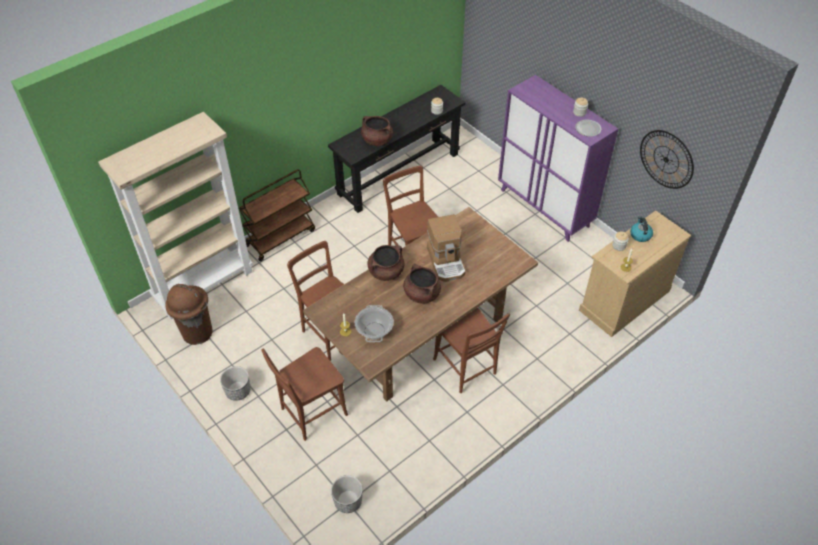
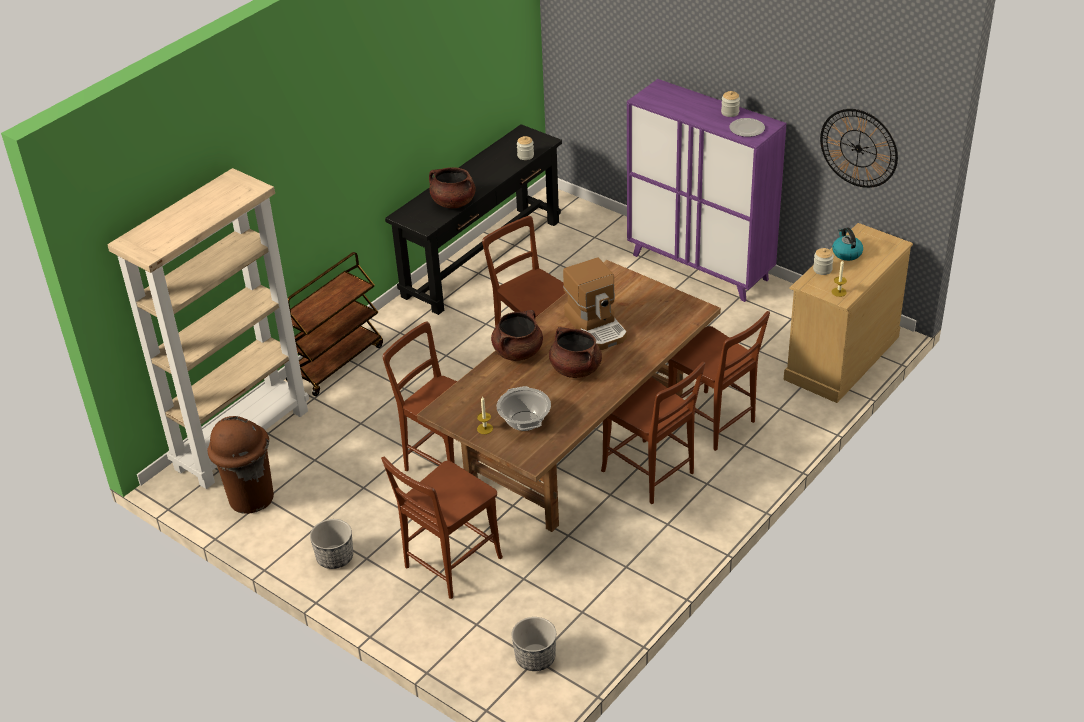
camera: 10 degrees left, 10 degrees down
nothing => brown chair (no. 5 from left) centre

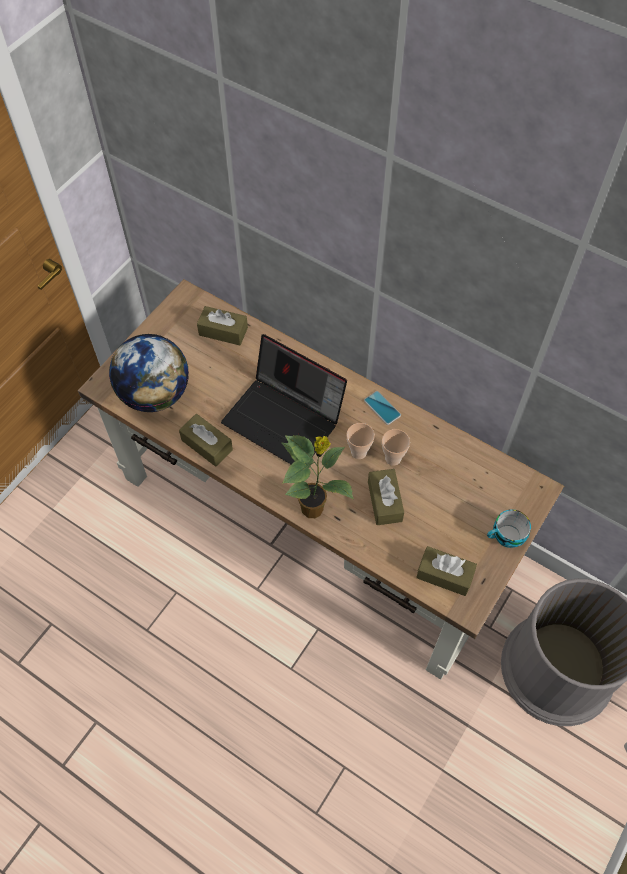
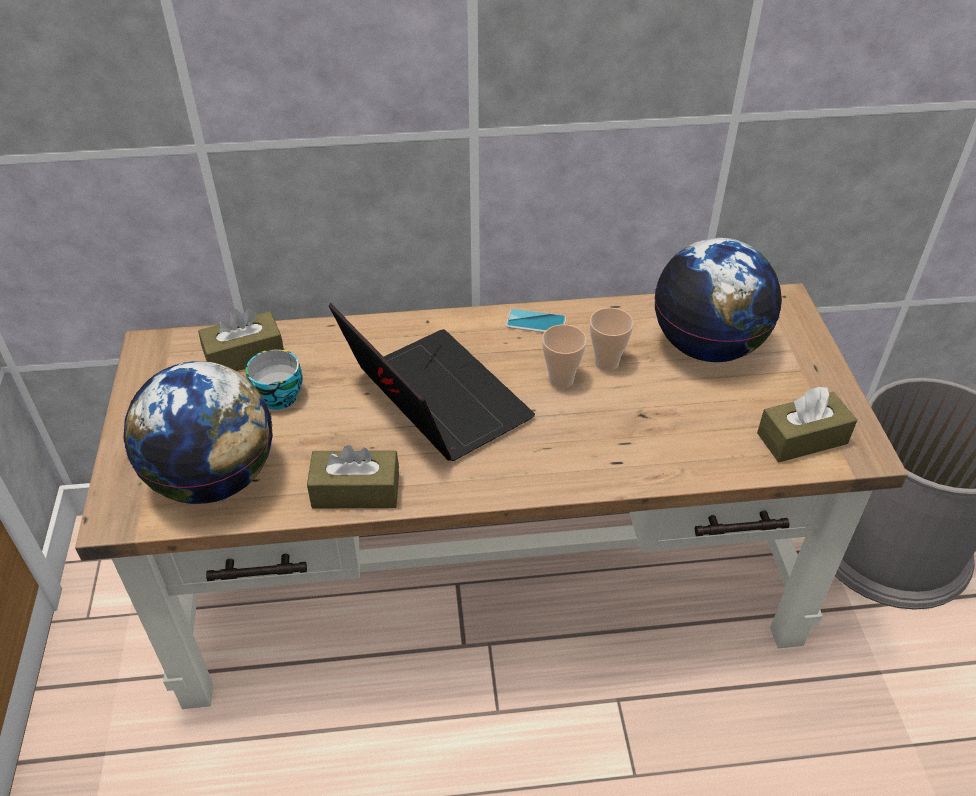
camera: 40 degrees left, 15 degrees down
cup (no. 3 from left in the first image) middle right => cup (no. 1 from left) middle left, shifted
laptop centre, 120 degrees counterclockwise
nothing => globe (no. 2 from left) middle right
potted plant centre => nothing
brown tissue box (no. 3 from left) centre => nothing

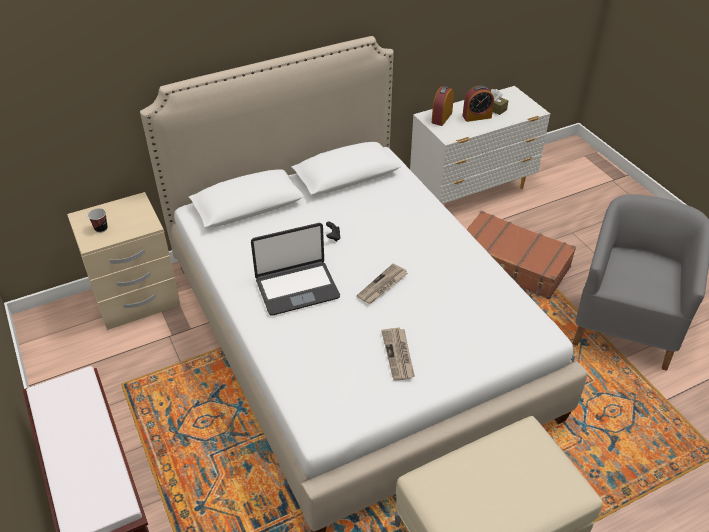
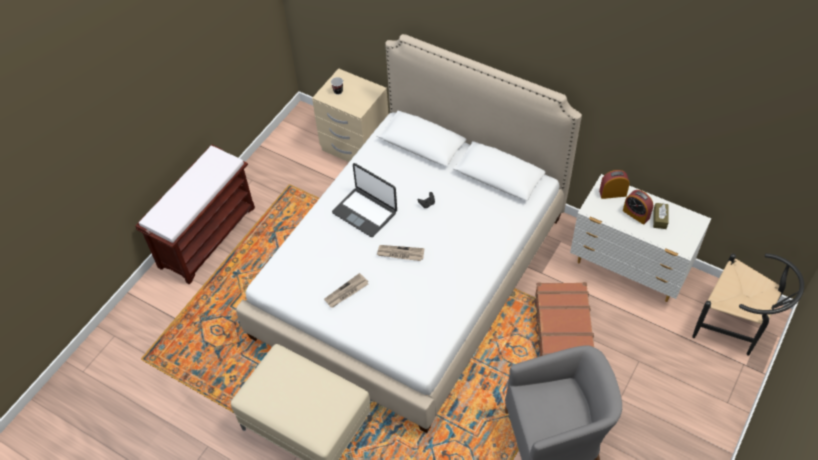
camera: 60 degrees right, 10 degrees up
nothing => black chair middle right

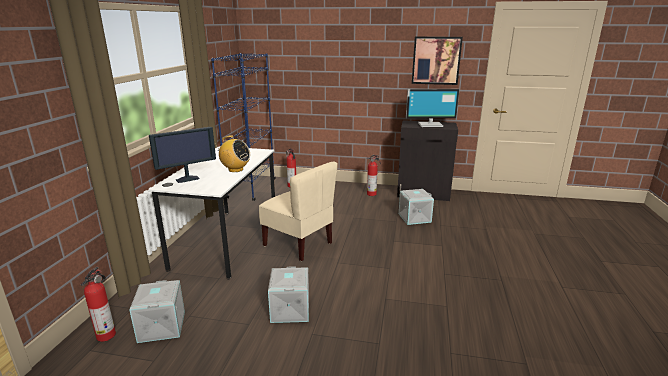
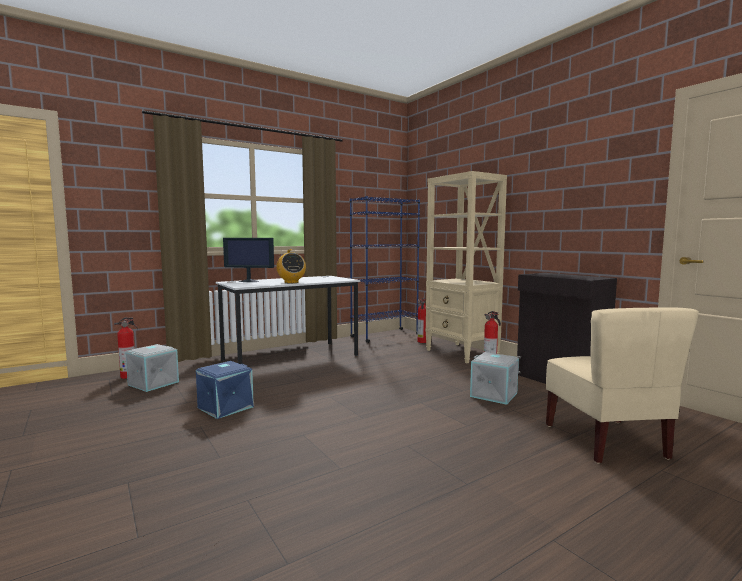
camera: 45 degrees right, 15 degrees down
grey storage box (no. 2 from left) bottom centre => blue storage box bottom left
nothing => beige bookcase centre
beige chair centre => beige chair middle right, shifted
monitor (no. 2 from left) top centre => nothing
picture top centre => nothing

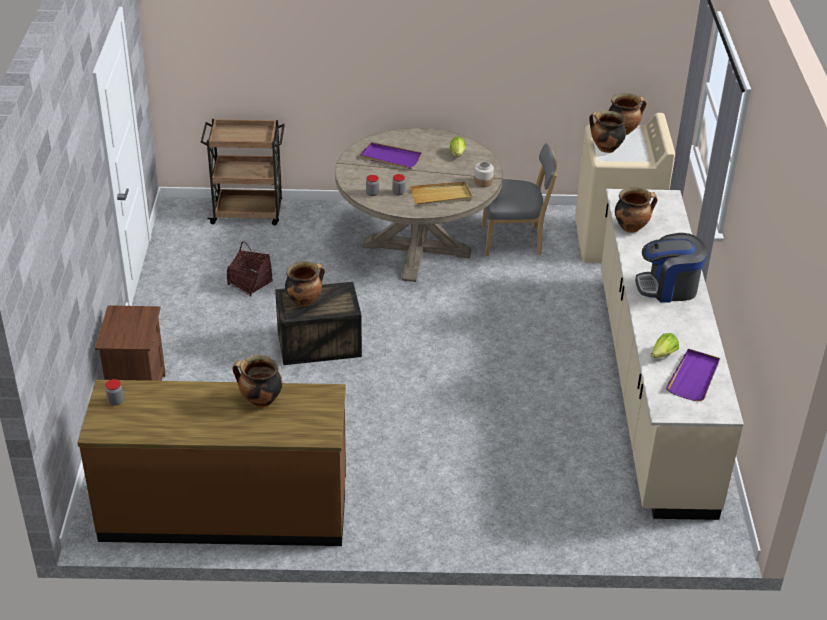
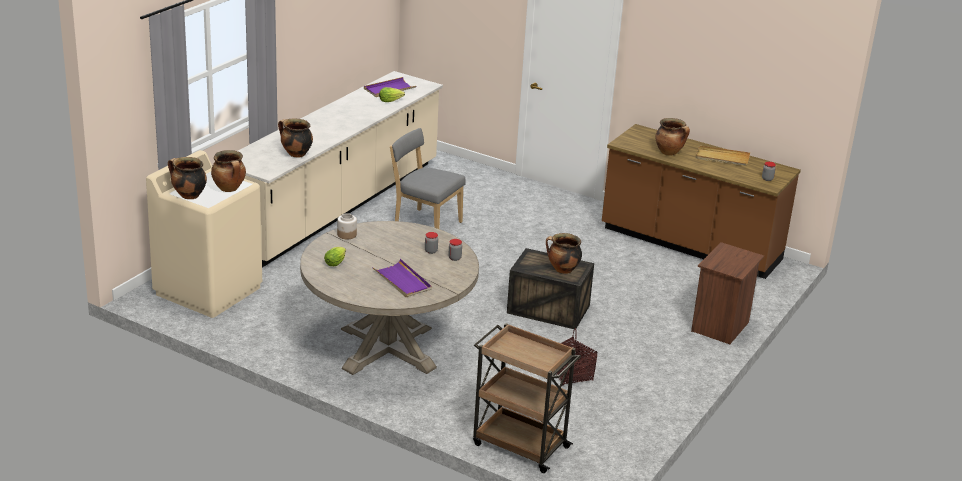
camera: 150 degrees left, 10 degrees down
grey chair top centre => grey chair centre, shifted
beige tray top centre => beige tray top right, shifted
coffee machine middle right => nothing

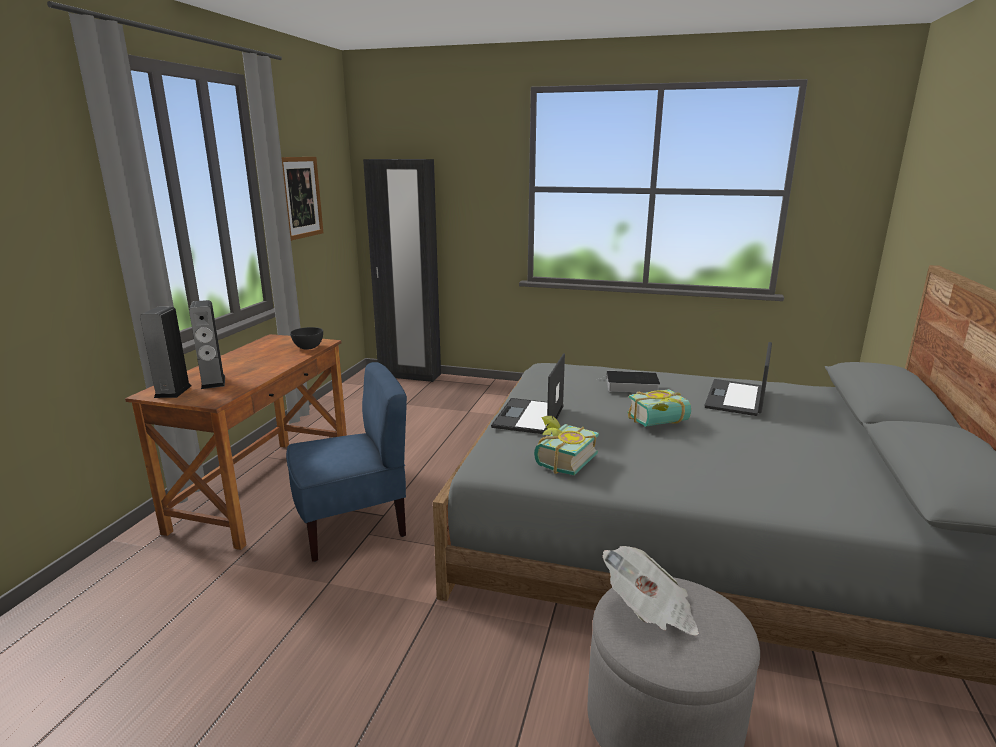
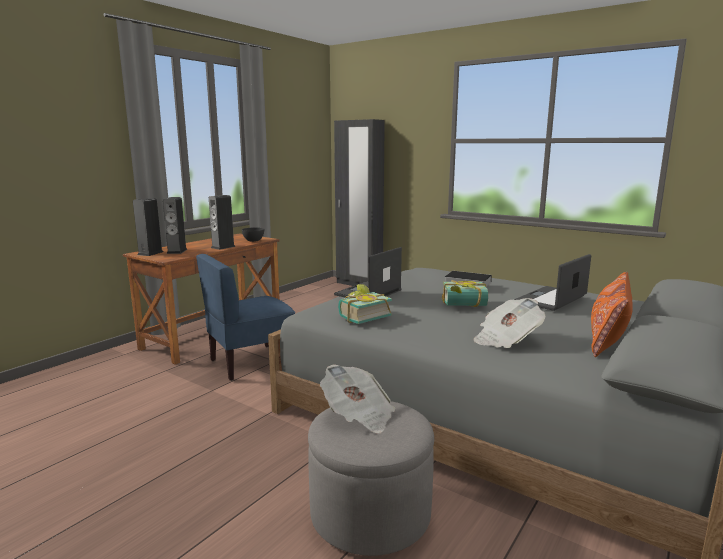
camera: 20 degrees right, 5 degrees down
blue chair centre, 150 degrees clockwise
nothing => speaker (no. 3 from left) middle left
nothing => newspaper (no. 2 from left) middle right
nothing => orange pillow middle right
picture top left => nothing

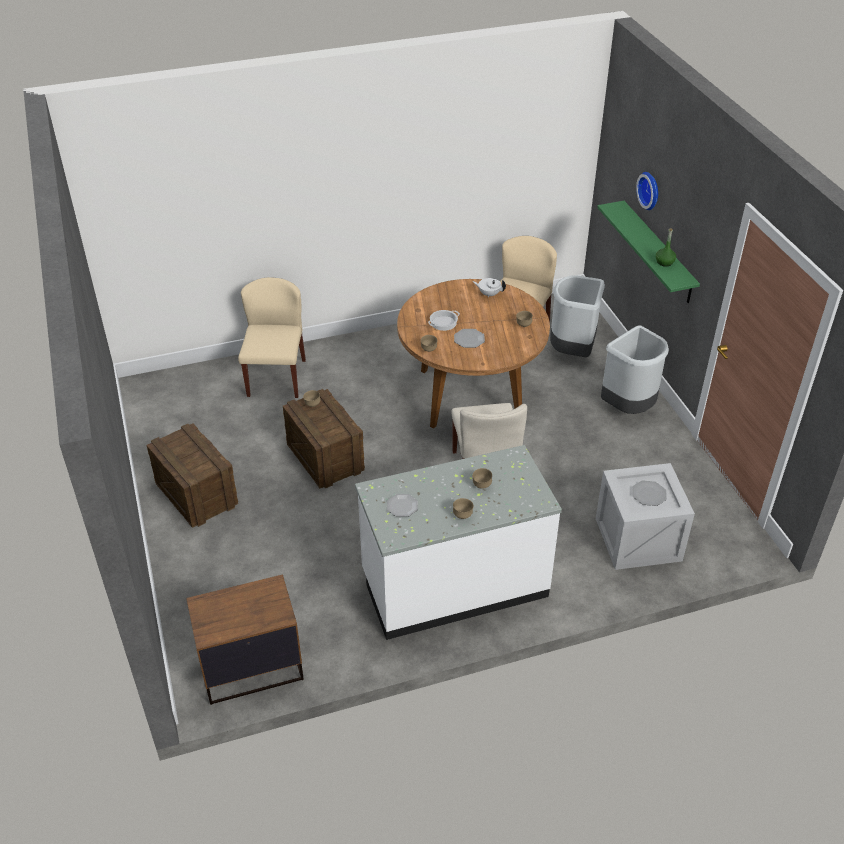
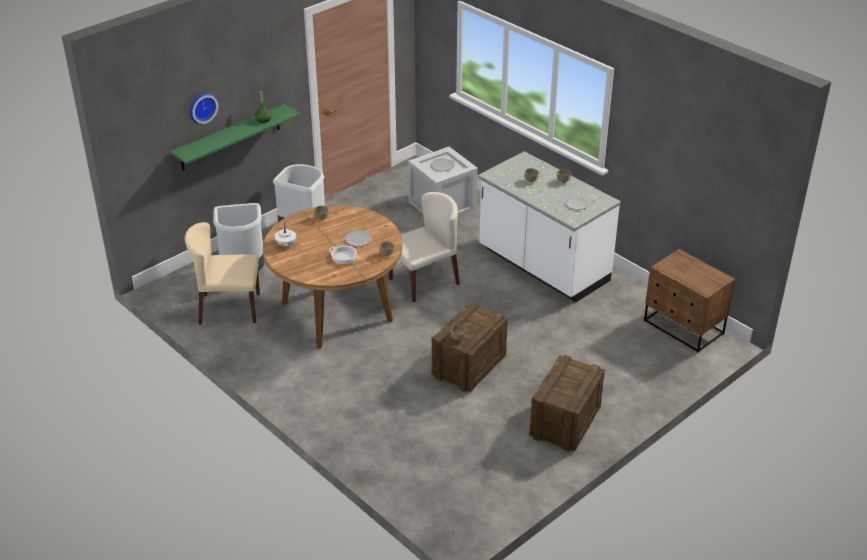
camera: 115 degrees left, 5 degrees down
beige chair (no. 1 from left) middle left => nothing

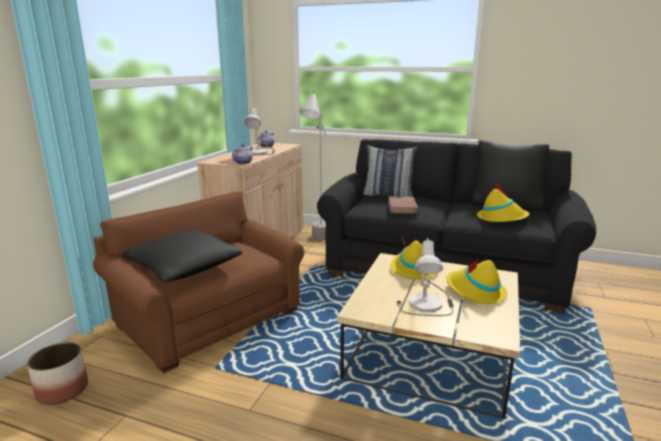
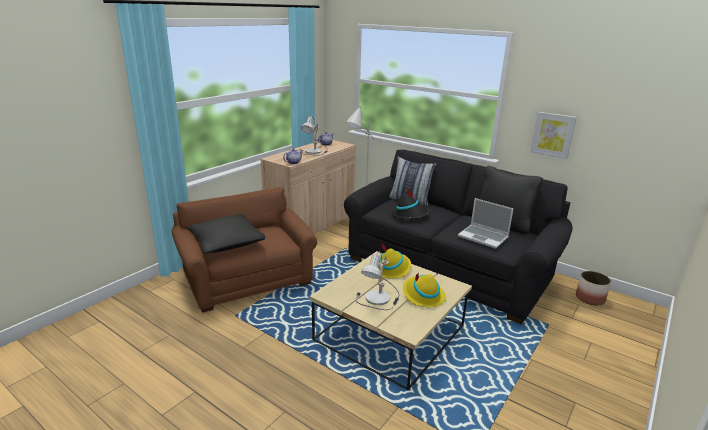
camera: 15 degrees right, 5 degrees up
brown book centre => black hat centre
yellow hat (no. 3 from left) middle right => laptop middle right
nothing => picture top right
planter bottom left => planter bottom right, shifted

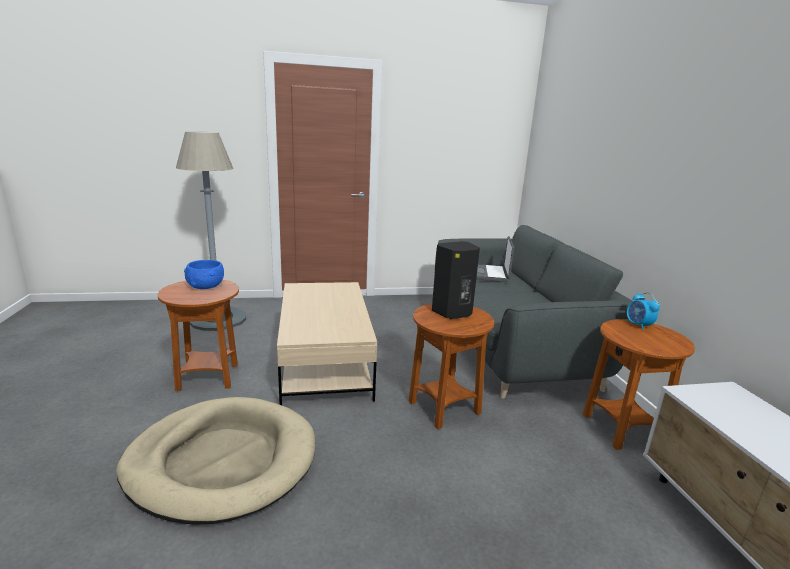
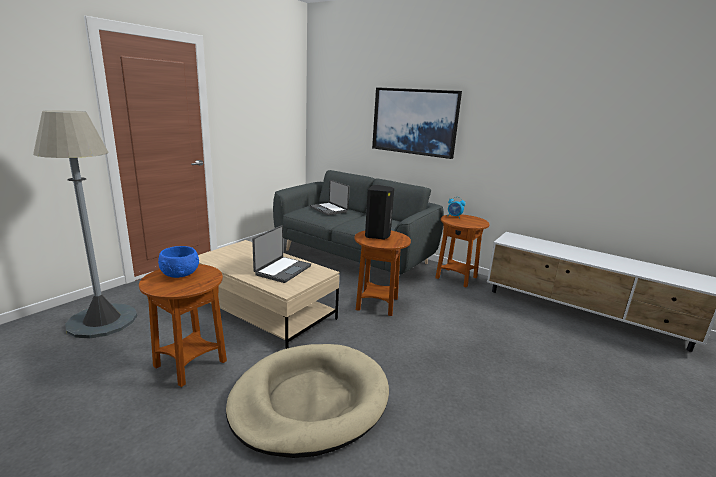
camera: 45 degrees left, 0 degrees up
nothing => laptop (no. 1 from left) centre
nothing => picture top centre

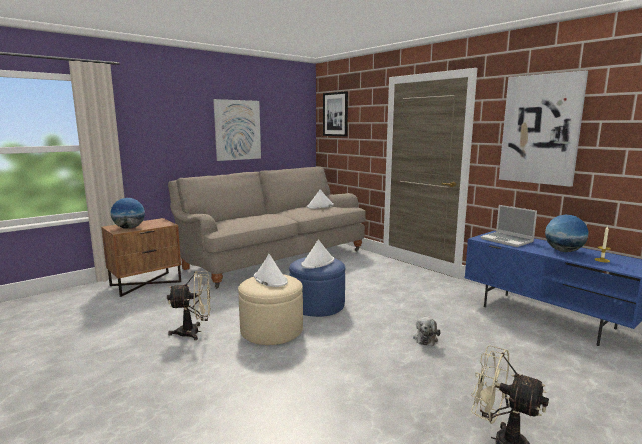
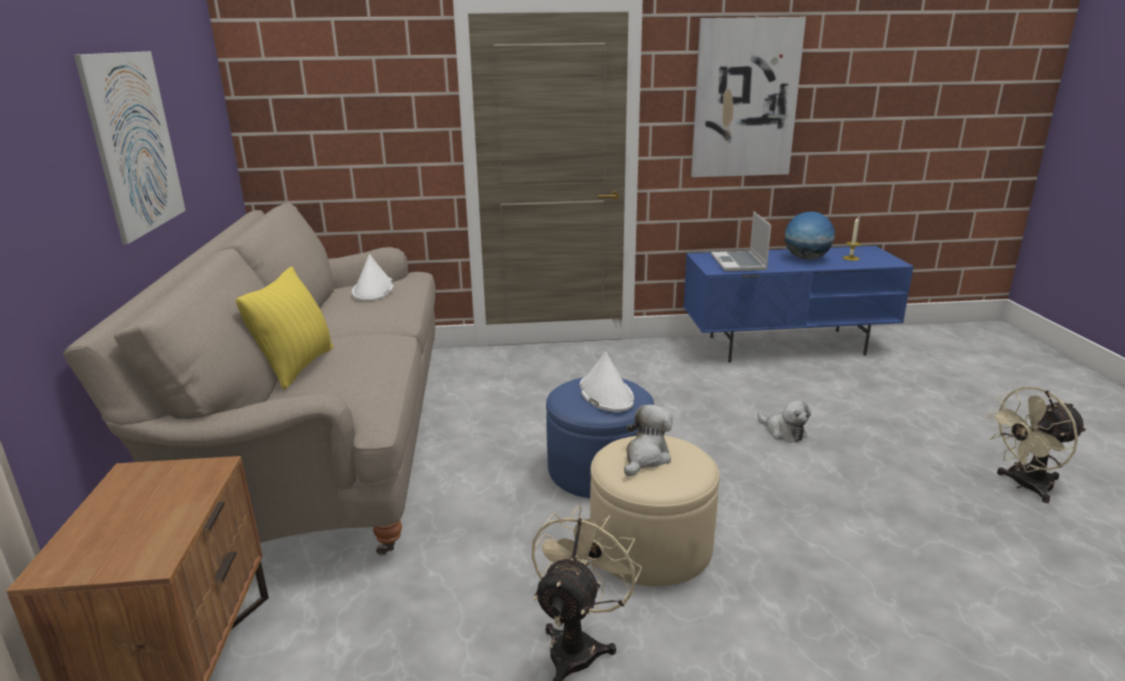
camera: 55 degrees left, 10 degrees up
nothing => yellow pillow middle left
white hat (no. 1 from left) centre => plush toy (no. 1 from left) centre
laptop middle right => laptop centre, 90 degrees clockwise
globe (no. 1 from left) middle left => nothing
picture (no. 2 from left) top centre => nothing

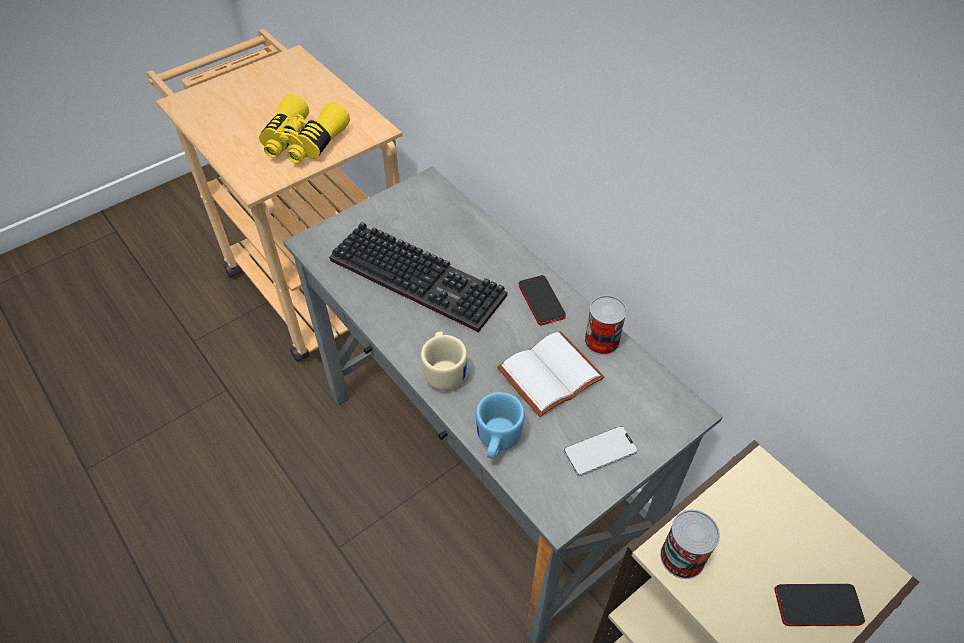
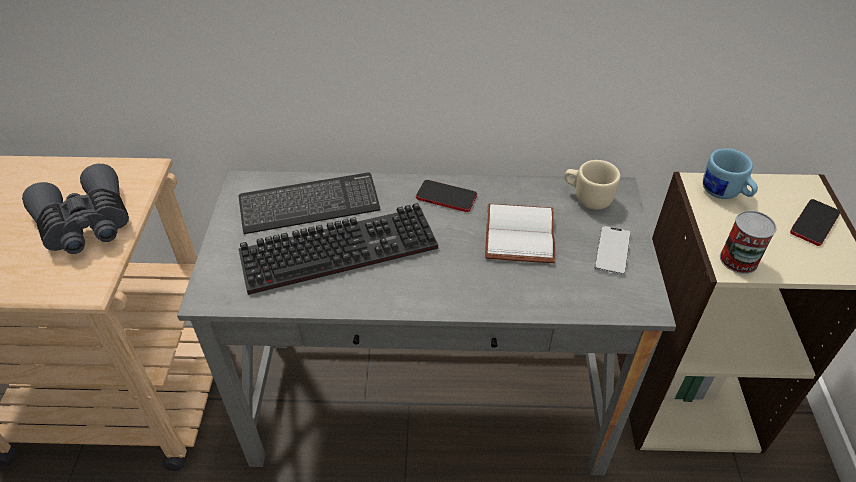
camera: 50 degrees left, 5 degrees down
yellow binoculars top left => grey binoculars middle left
nothing => keyboard (no. 1 from left) centre
beige mug centre => beige mug middle right, shifted
blue mug centre => blue mug middle right, shifted
can (no. 1 from left) centre => nothing

